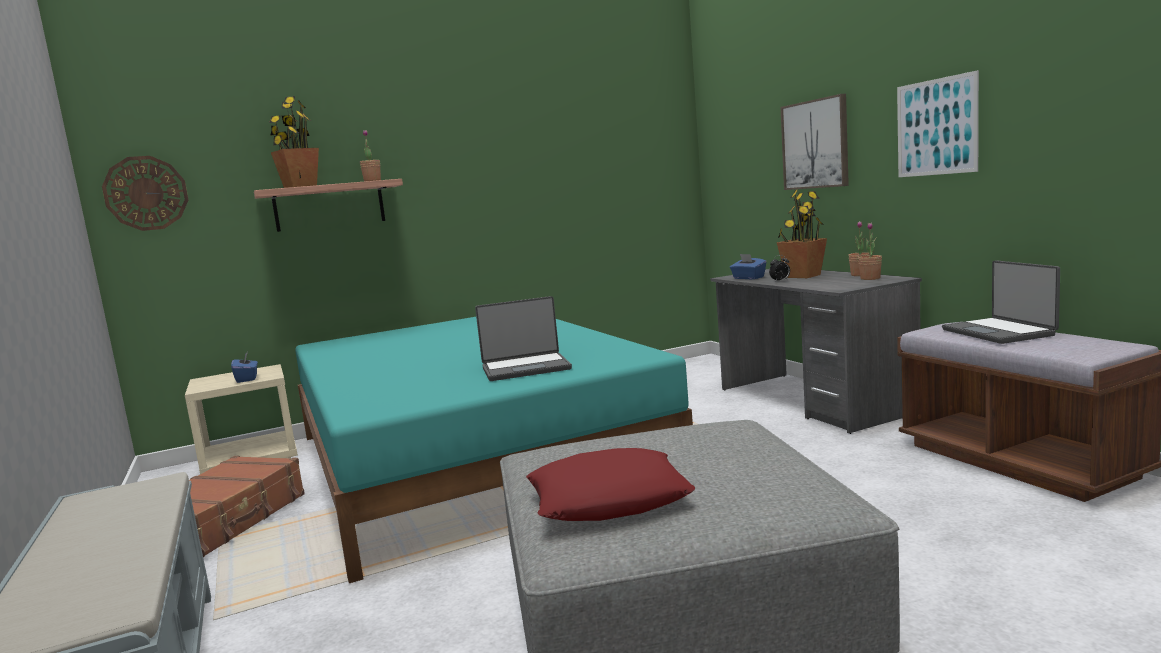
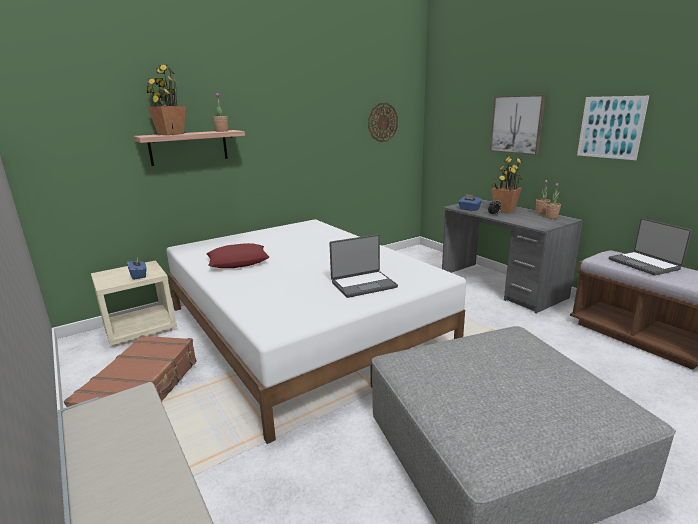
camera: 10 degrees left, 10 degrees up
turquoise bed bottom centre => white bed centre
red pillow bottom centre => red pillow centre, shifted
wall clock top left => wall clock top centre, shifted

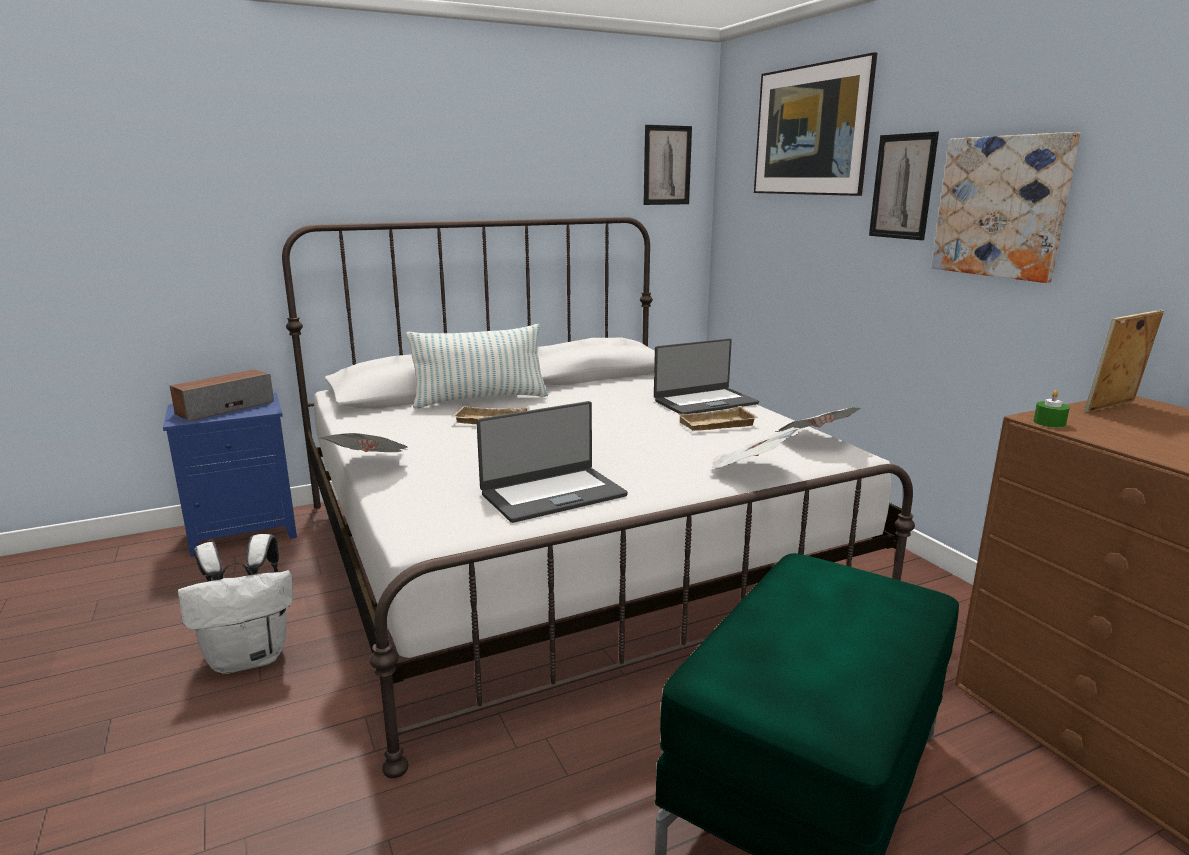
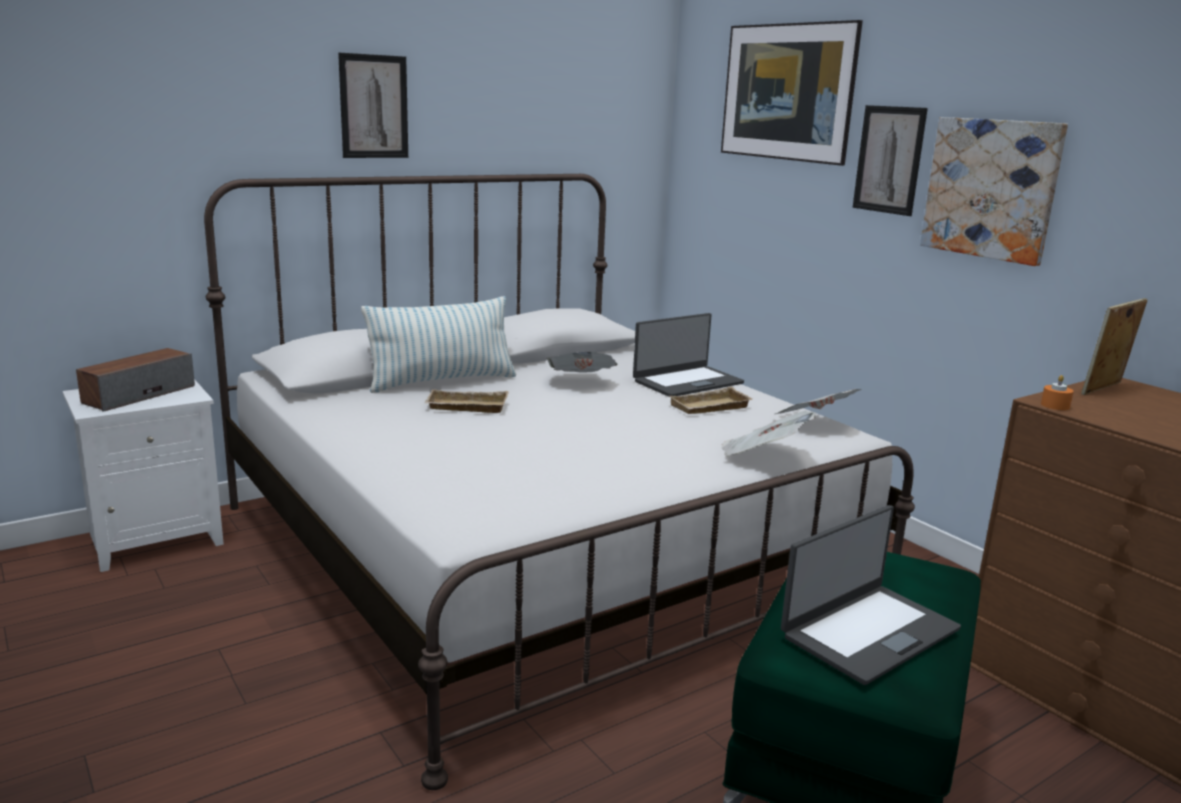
camera: 10 degrees left, 0 degrees up
blue nightstand middle left => white nightstand middle left
picture (no. 1 from left) top centre => picture (no. 1 from left) top left, shifted
newspaper (no. 1 from left) middle left => newspaper (no. 1 from left) centre, shifted
laptop (no. 1 from left in the first image) centre => laptop (no. 2 from left) bottom right, shifted
green candle middle right => orange candle middle right
white backpack bottom left => nothing

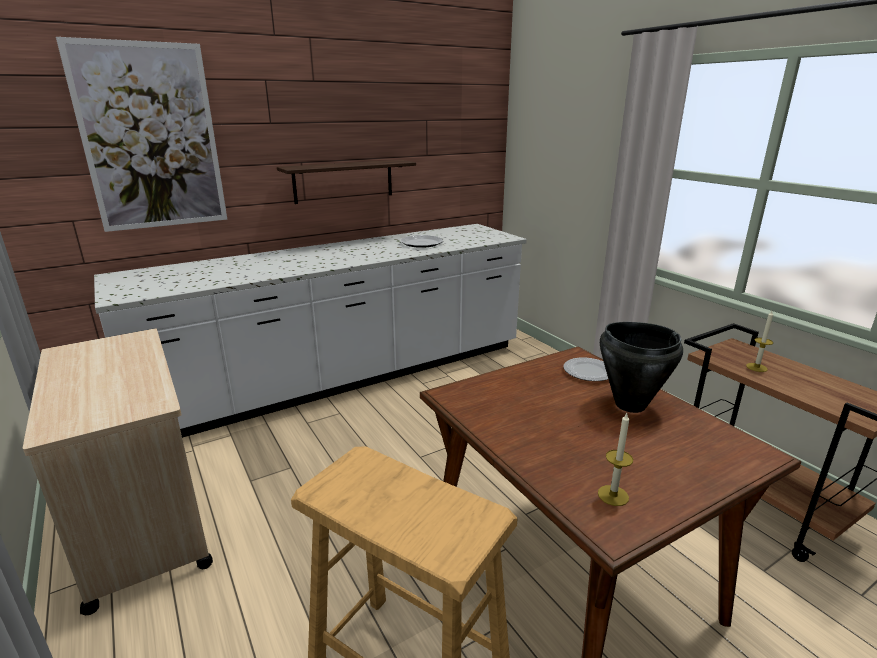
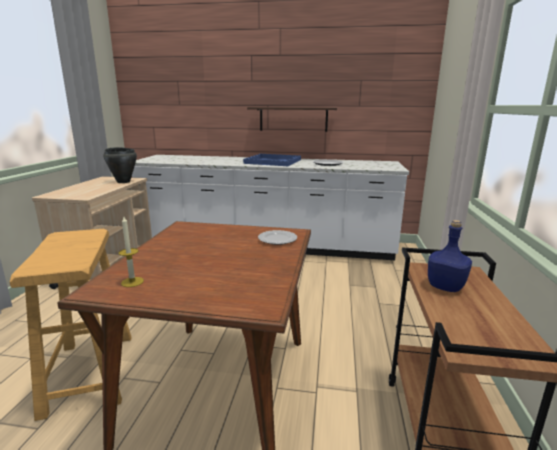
camera: 40 degrees right, 5 degrees down
black cooking pot middle right => black cooking pot middle left, shifted
nothing => blue tray centre
candle (no. 2 from left) middle right => blue bottle middle right
picture top left => nothing

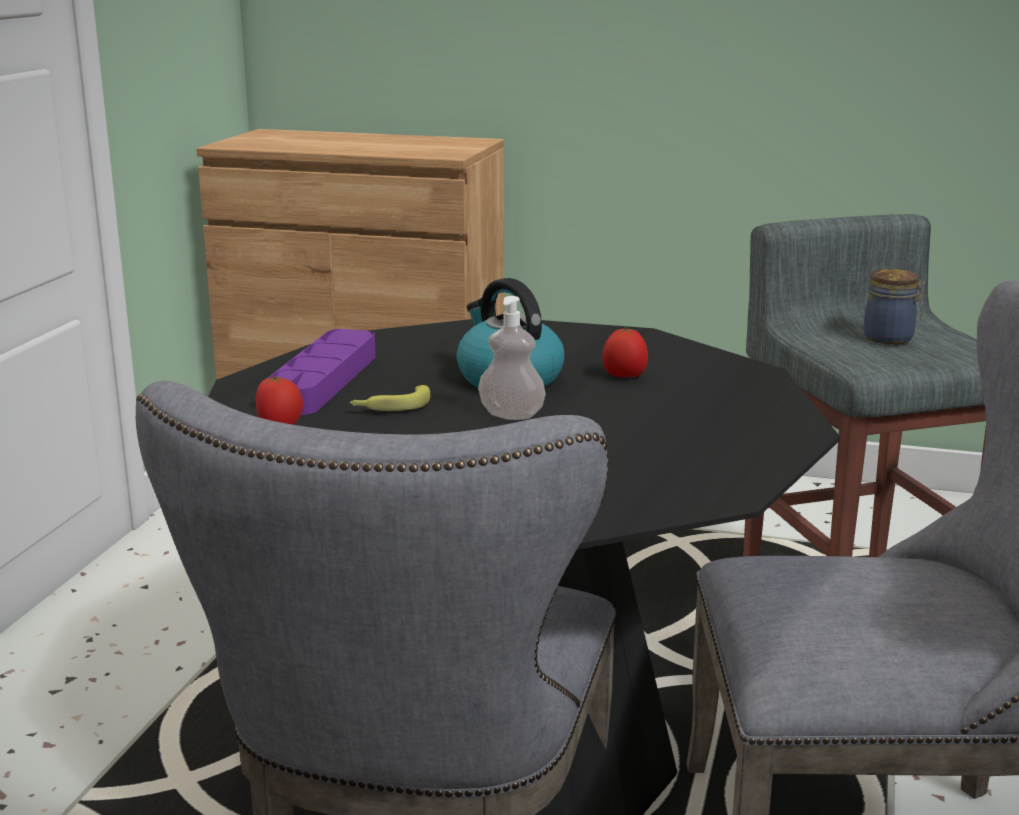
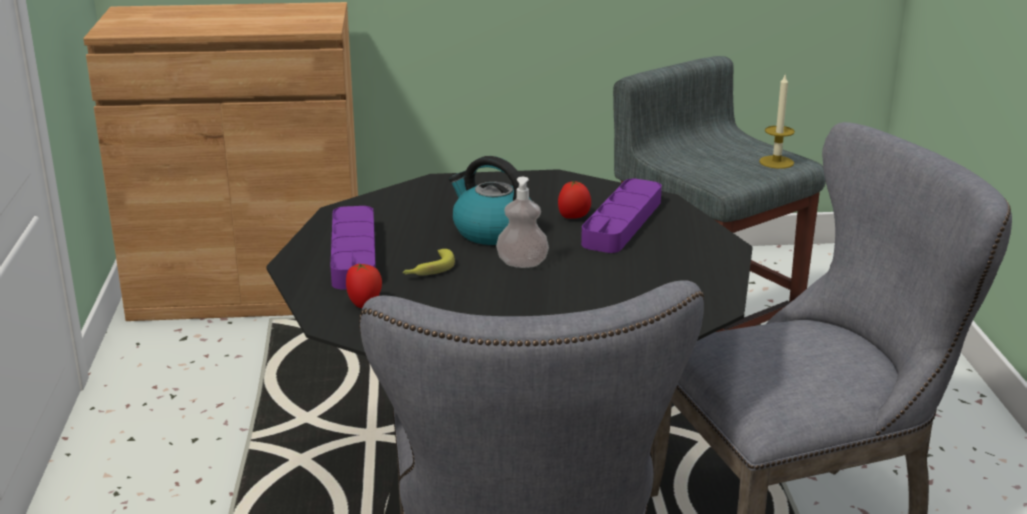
camera: 20 degrees left, 5 degrees up
nothing => purple tray (no. 2 from left) centre
nothing => candle top right
jar middle right => nothing

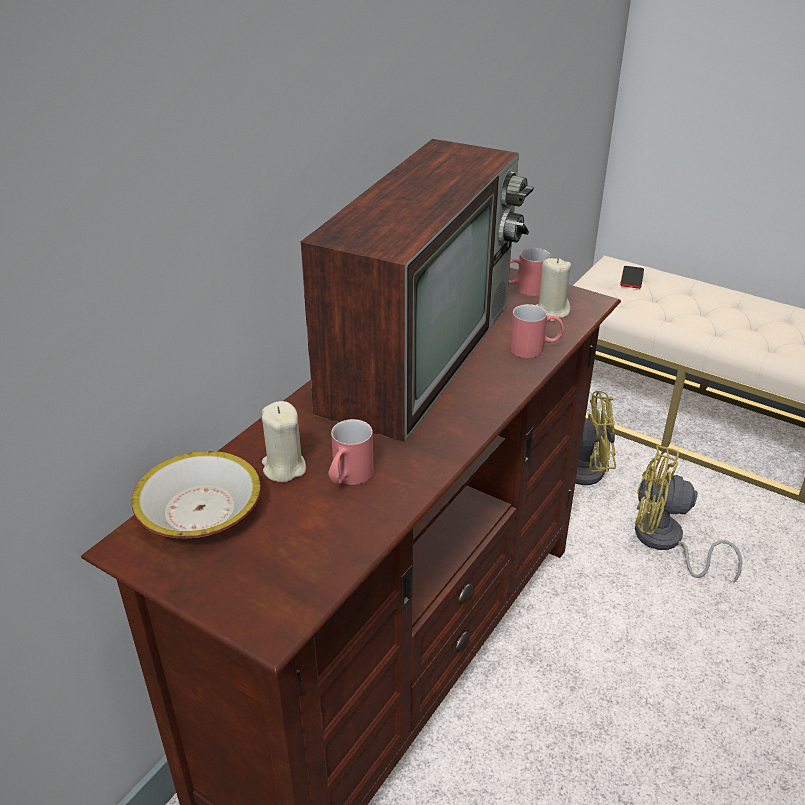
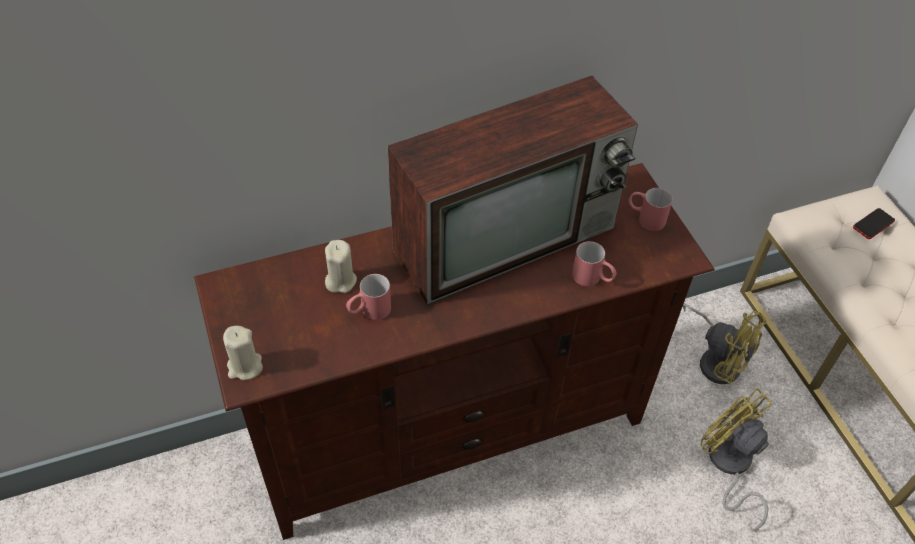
camera: 35 degrees right, 15 degrees up
beige candle (no. 2 from left in the first image) middle right => beige candle (no. 1 from left) middle left, shifted
bowl middle left => nothing

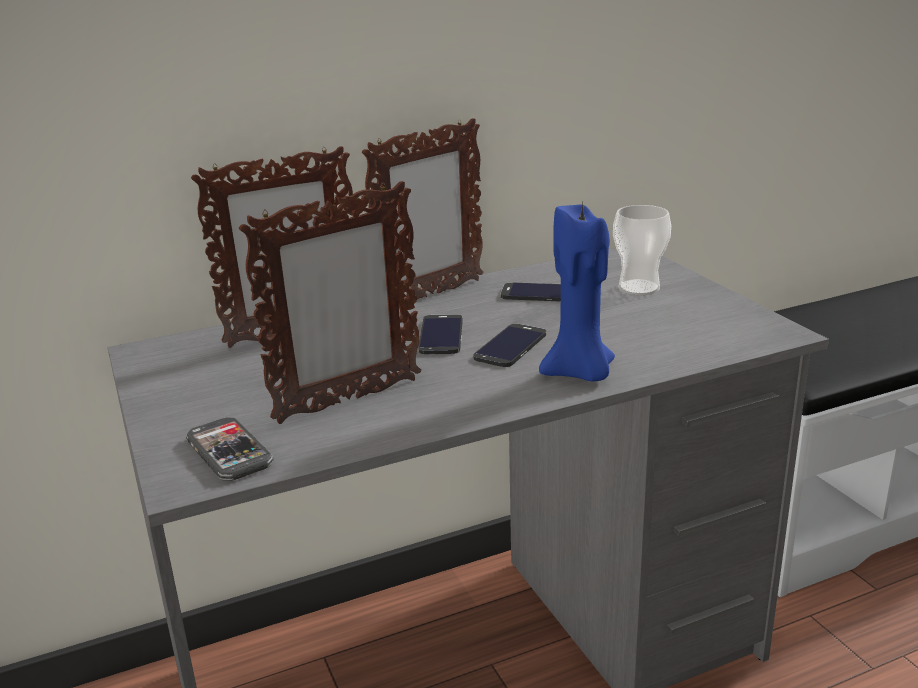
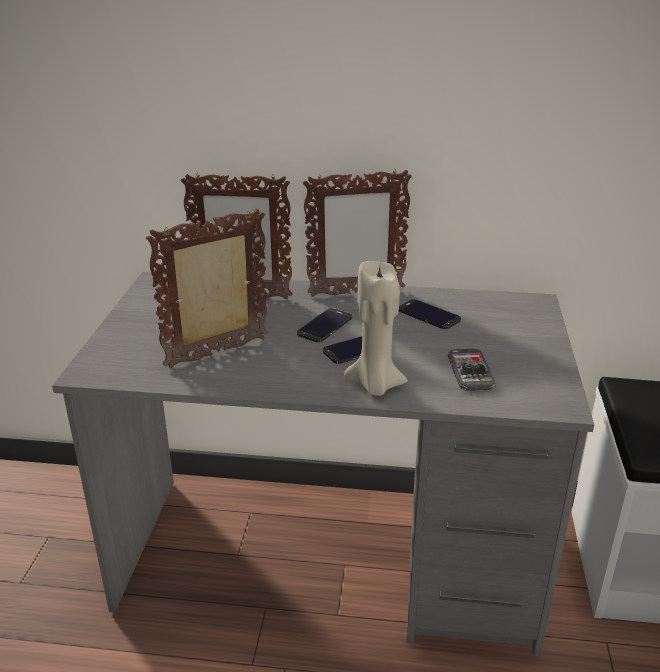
camera: 30 degrees right, 5 degrees up
picture frame (no. 2 from left in the first image) centre => picture frame (no. 1 from left) middle left, 150 degrees clockwise
blue candle centre => beige candle centre
phone (no. 1 from left in the first image) middle left => phone (no. 4 from left) middle right, shifted
cup middle right => nothing

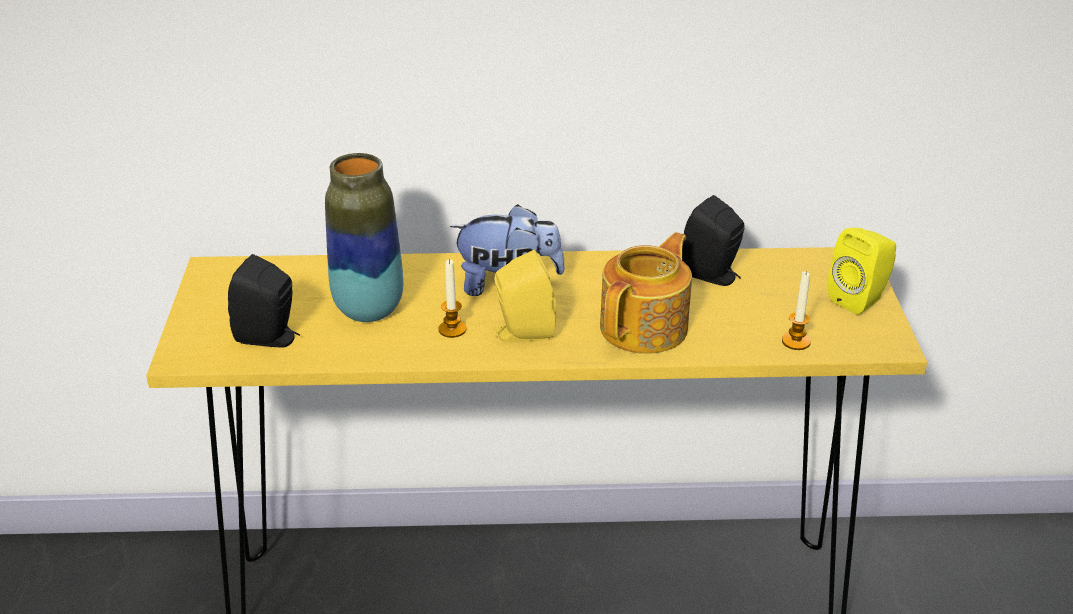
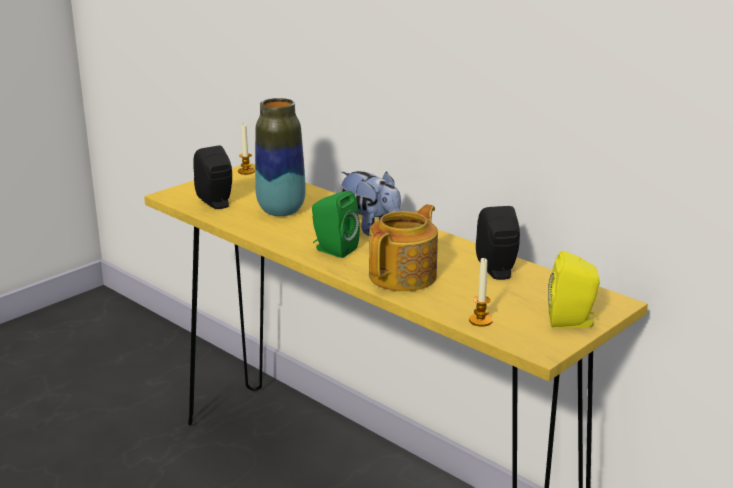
camera: 45 degrees right, 10 degrees down
candle (no. 1 from left) centre => candle (no. 1 from left) top centre, shifted
yellow speaker (no. 1 from left) centre => green speaker centre
teapot centre, 45 degrees counterclockwise

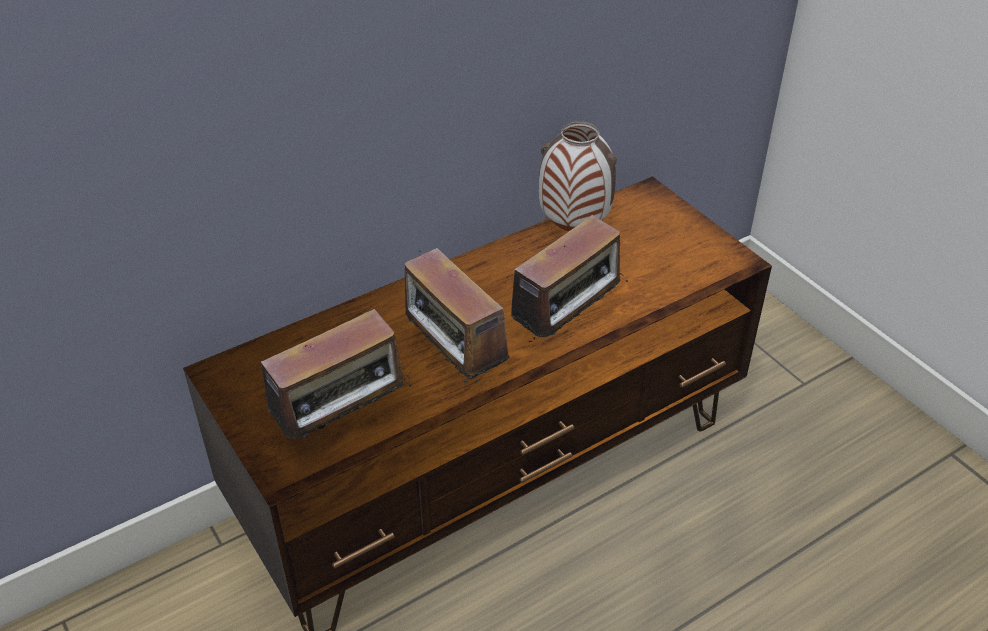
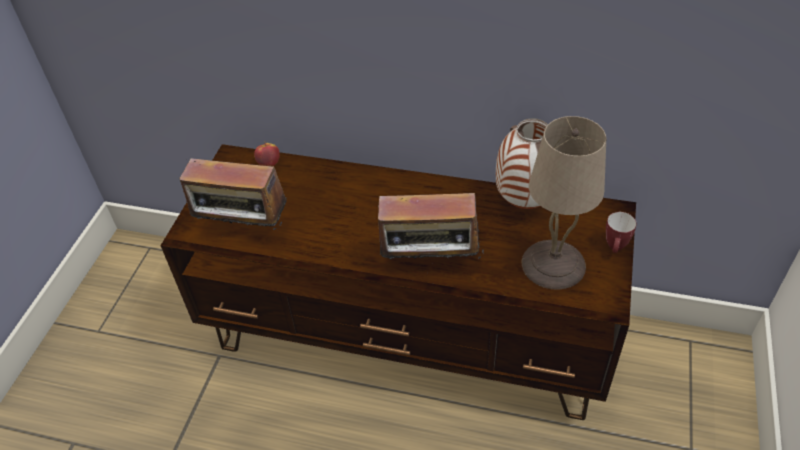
camera: 50 degrees right, 5 degrees up
nothing => apple centre
nothing => beige table lamp middle right
nothing => mug middle right
radio (no. 2 from left) centre => nothing

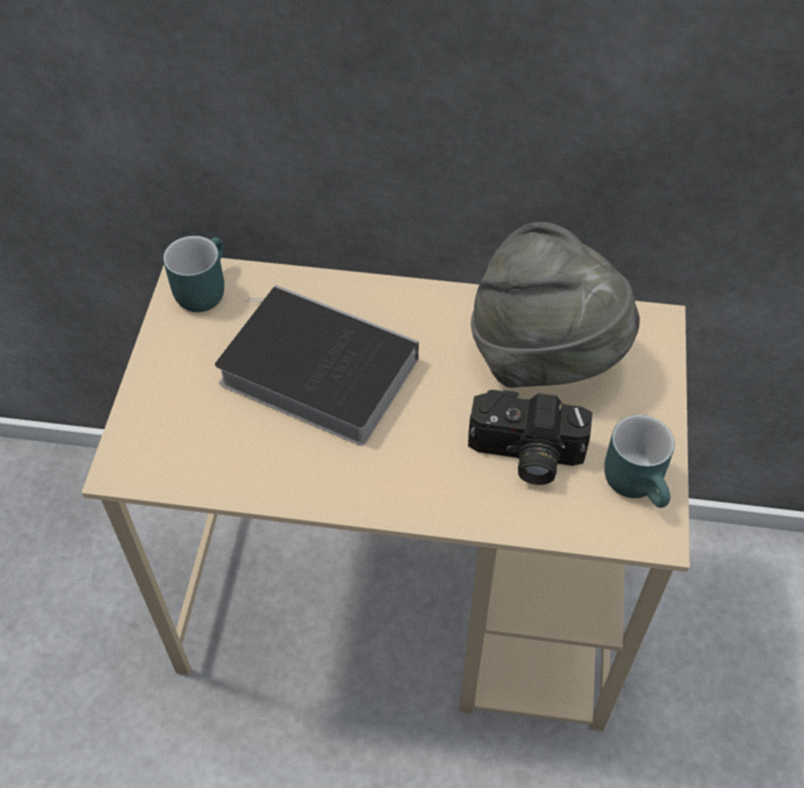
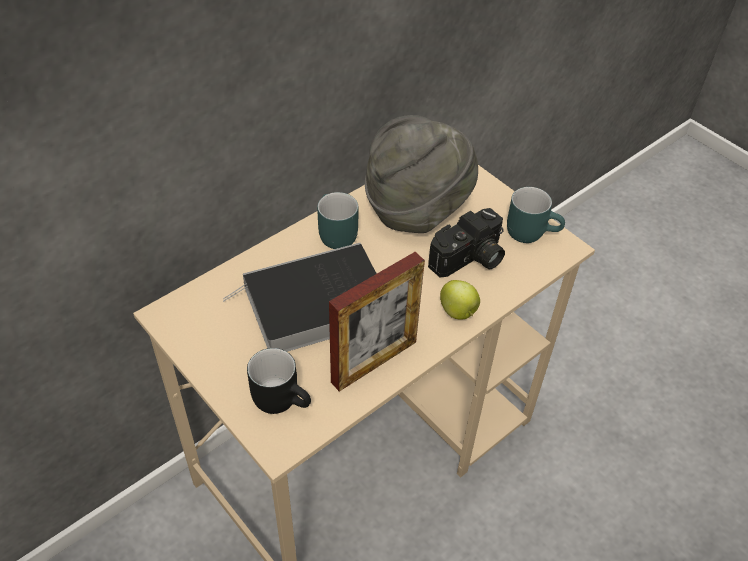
camera: 50 degrees left, 5 degrees down
nothing => black mug bottom centre
turquoise mug (no. 1 from left) middle left => turquoise mug (no. 1 from left) centre, shifted
nothing => picture frame centre
nothing => apple centre

